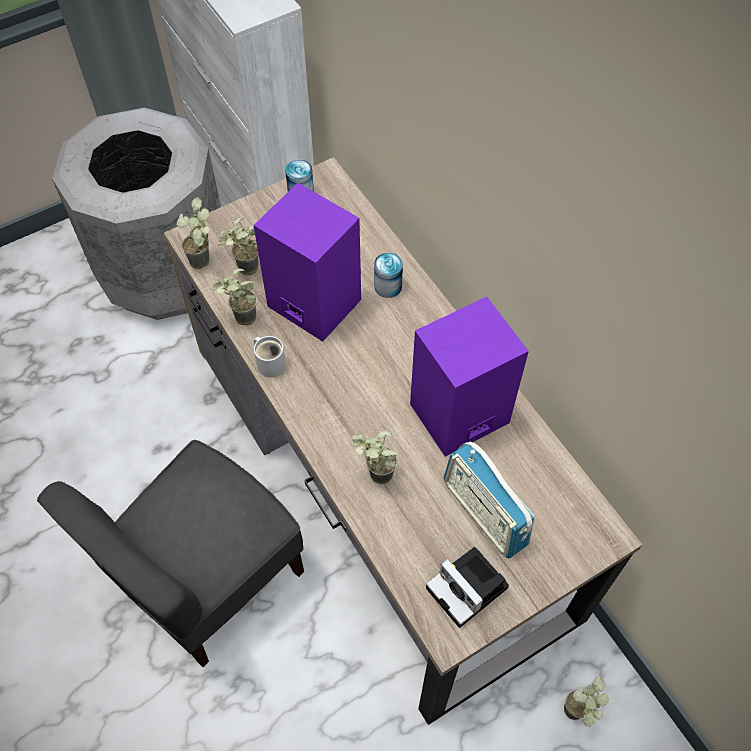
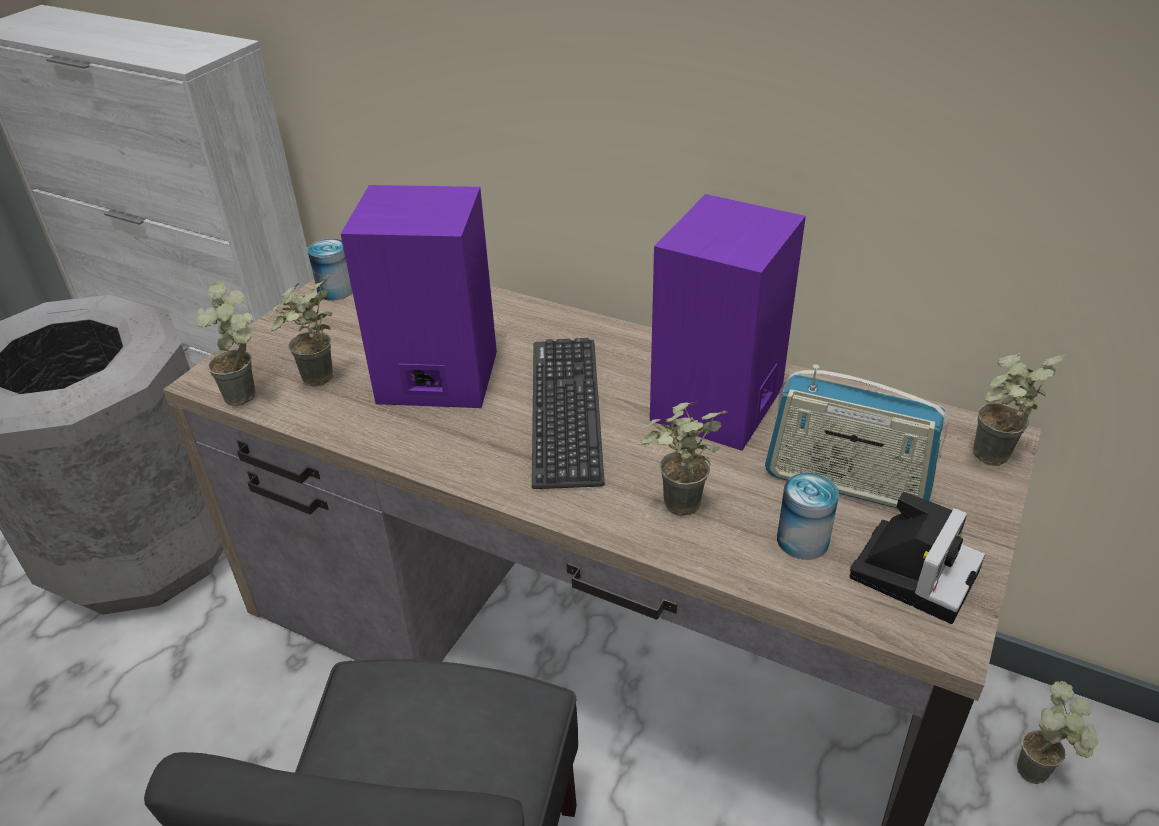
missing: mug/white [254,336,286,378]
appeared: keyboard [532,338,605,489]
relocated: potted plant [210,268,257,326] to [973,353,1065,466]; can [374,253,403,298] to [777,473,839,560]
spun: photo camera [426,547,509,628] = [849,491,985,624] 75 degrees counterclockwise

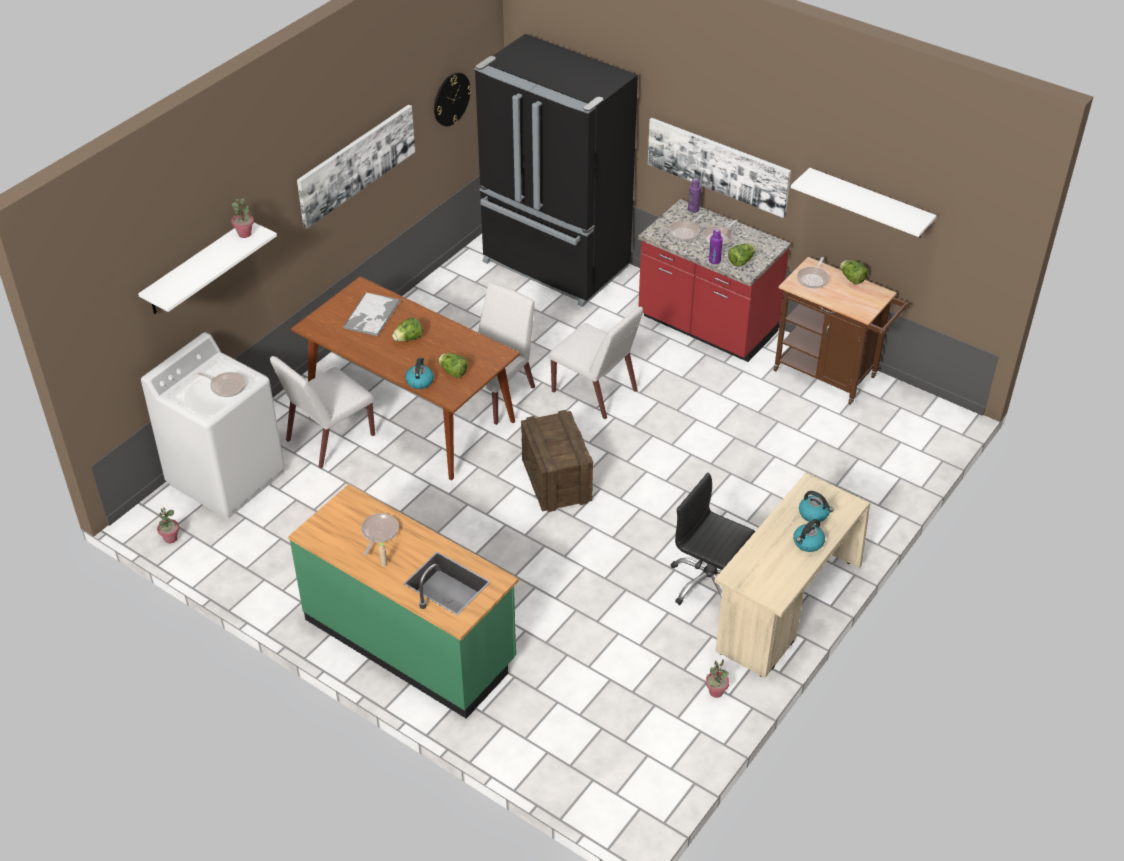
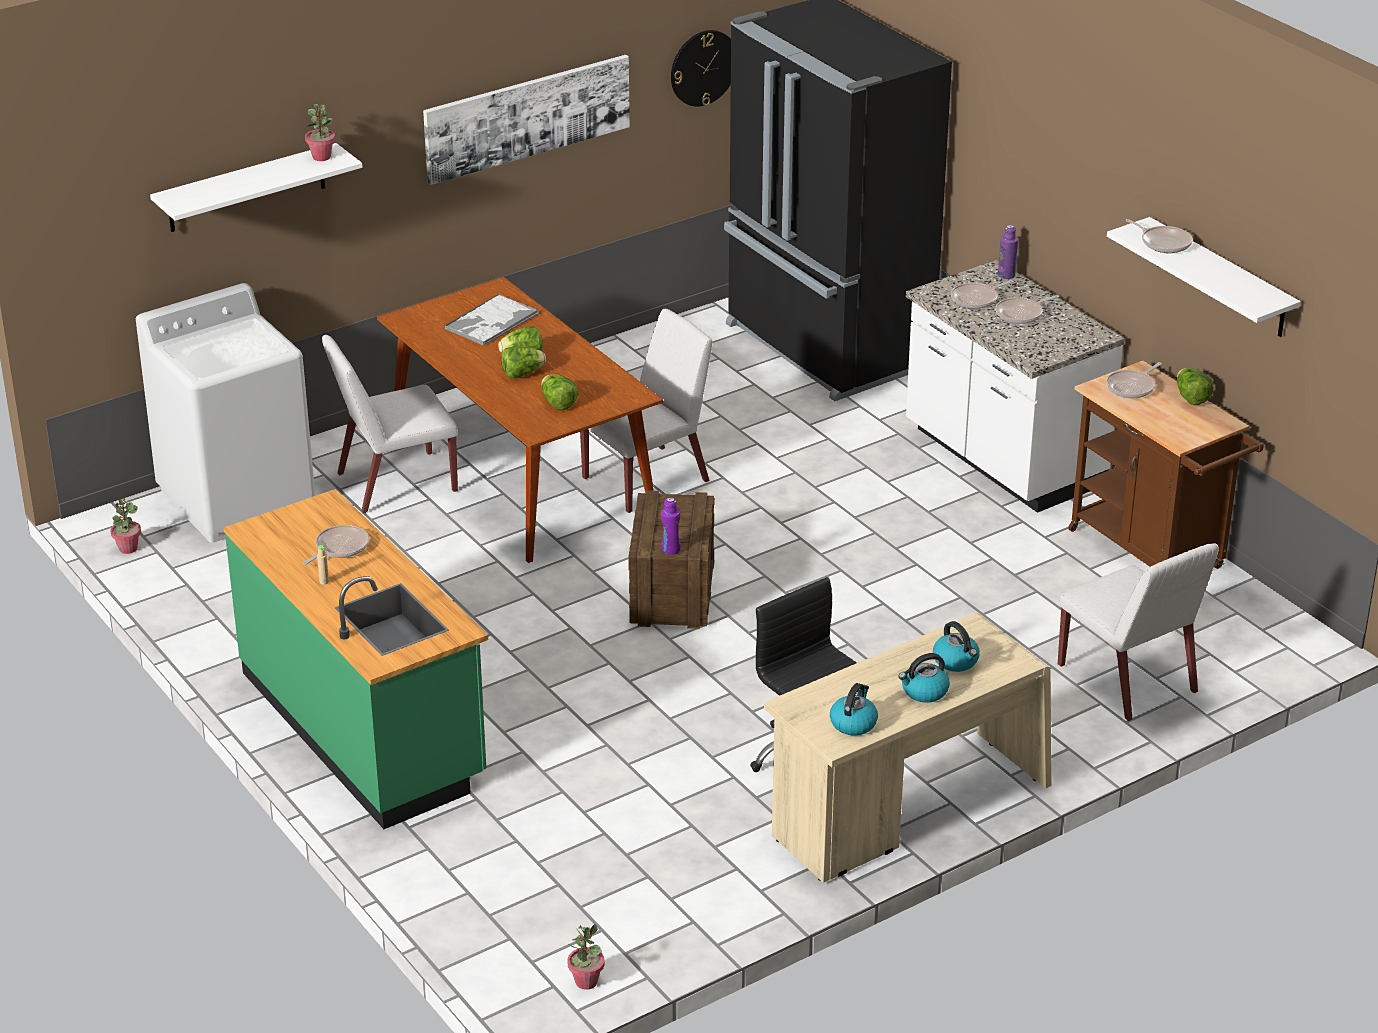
missing: picture [648,118,791,218]
relocated: frying pan [198,372,246,397] to [1126,219,1193,253]; kettle [405,358,434,389] to [830,683,878,735]; chair/white [549,307,643,419] to [1058,543,1219,721]; potted plant [705,659,729,698] to [567,924,605,990]; bottle/purple [709,229,723,264] to [661,497,681,555]; lettuce [728,243,755,267] to [501,346,546,378]
colour: counter/red [638,199,791,362] to counter/white [906,260,1124,513]

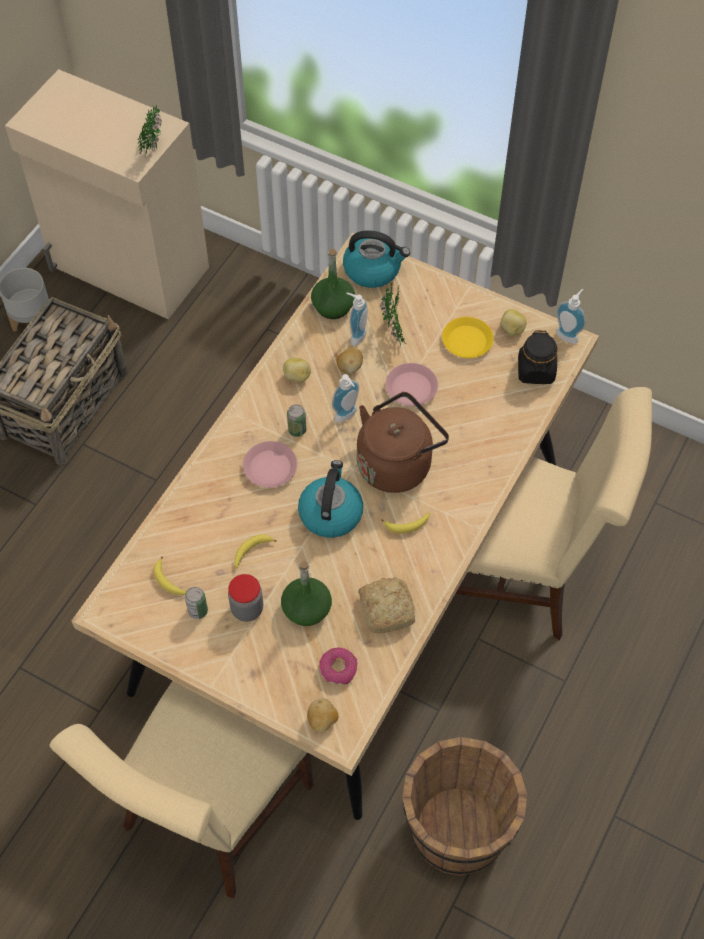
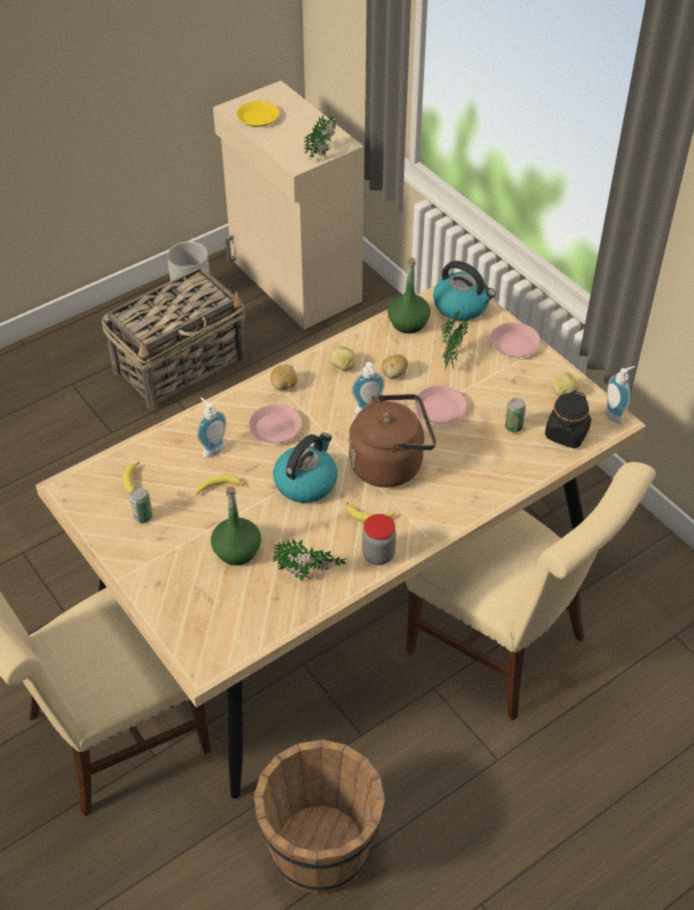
missing: donut [319,648,357,686]
appeared: plate/pink [490,322,541,357]
relocated: jar [228,574,263,622] to [362,514,396,565]; can [287,404,306,437] to [505,398,526,432]; potato [307,698,339,732] to [271,365,297,390]; soap dispenser [346,293,368,346] to [197,397,226,458]; plate/yellow [442,317,494,358] to [237,101,279,127]
exchanged: bread [358,577,415,633] to potted plant [273,538,347,581]

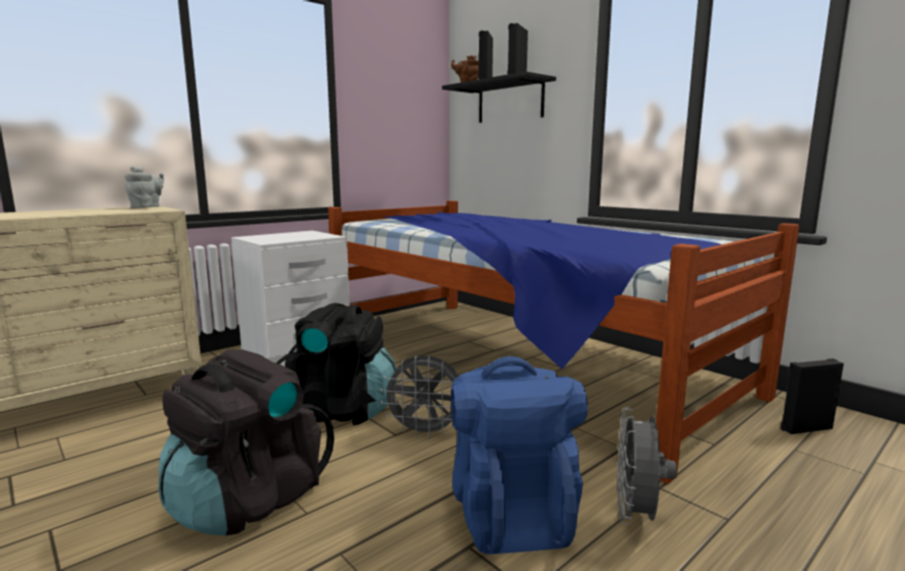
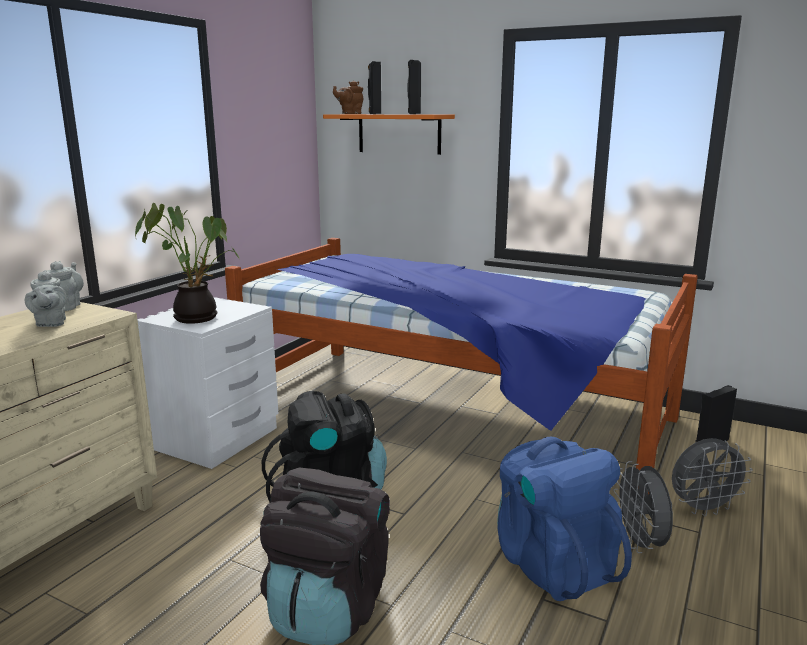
appeared: teapot/grey [25,270,66,327]; potted plant [135,203,240,324]
relocated: fan/grey [381,355,459,438] to [672,438,753,516]
colour: shelf/black [442,71,556,123] to shelf/orange [323,114,455,155]

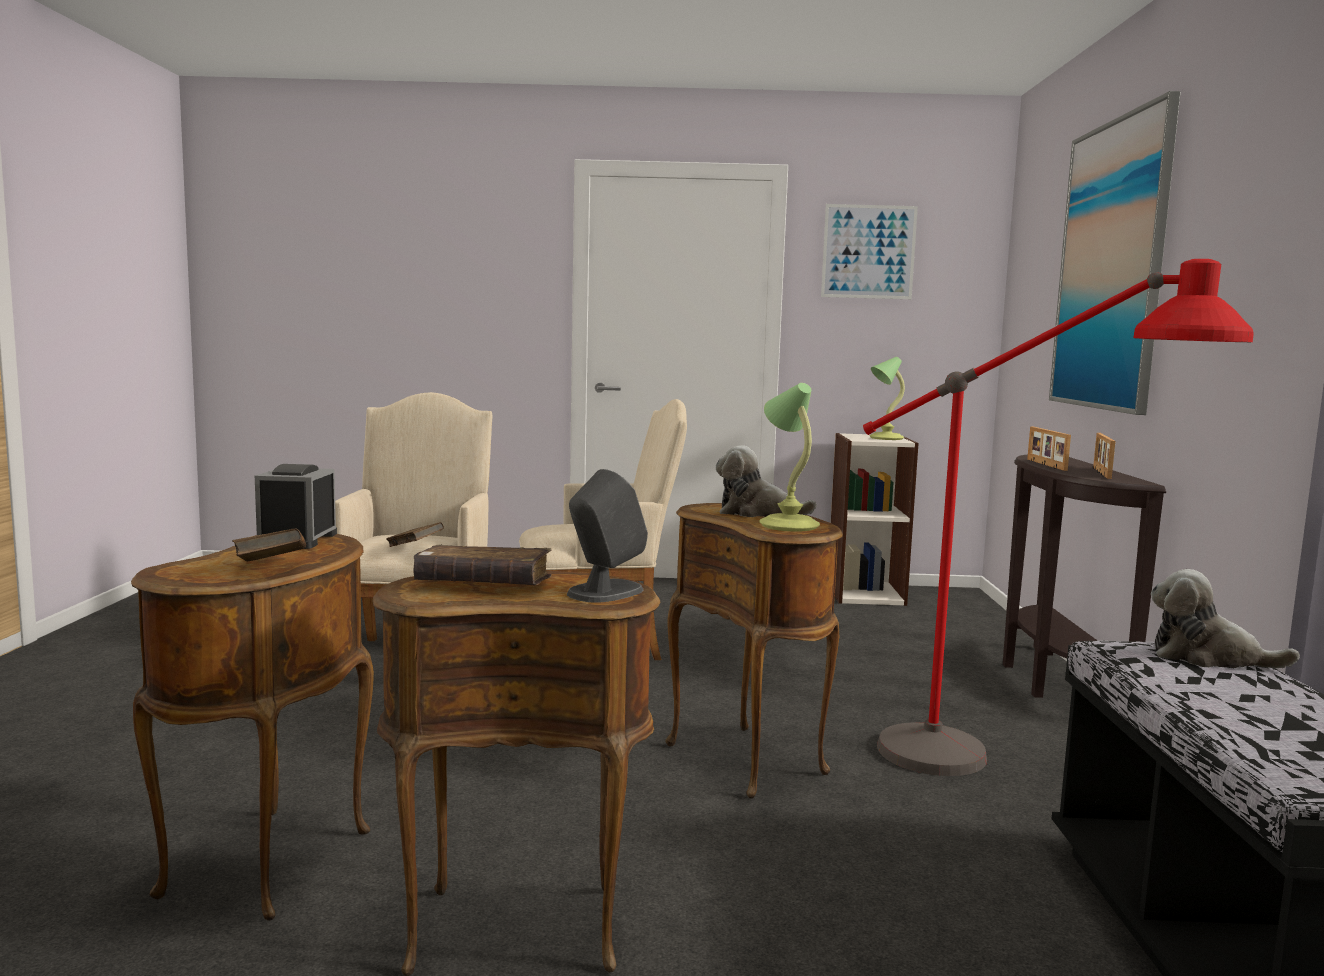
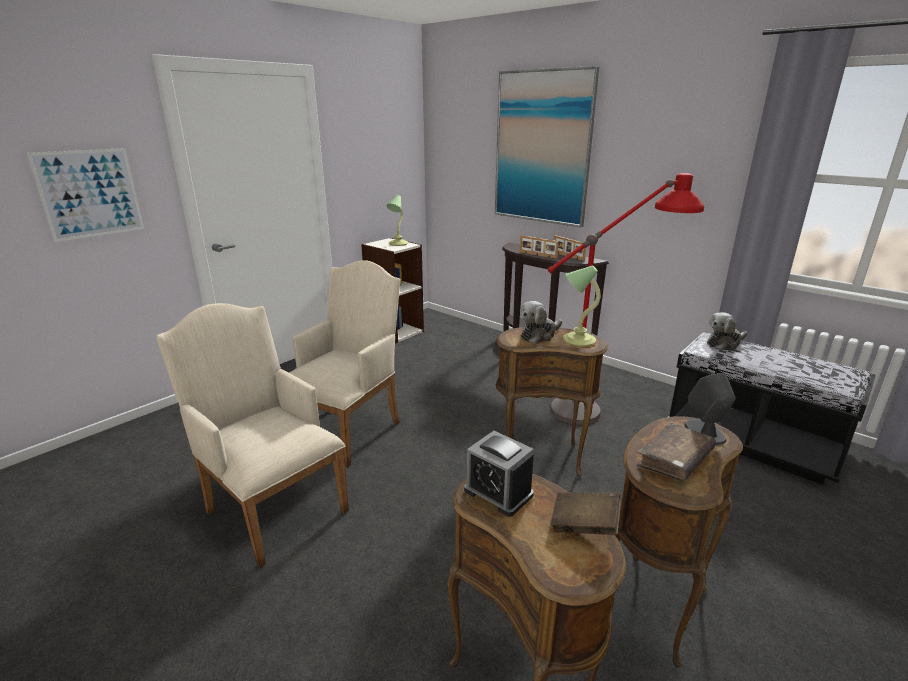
missing: book/brown [386,522,444,547]
relocated: picture [821,204,918,299] to [27,148,144,242]

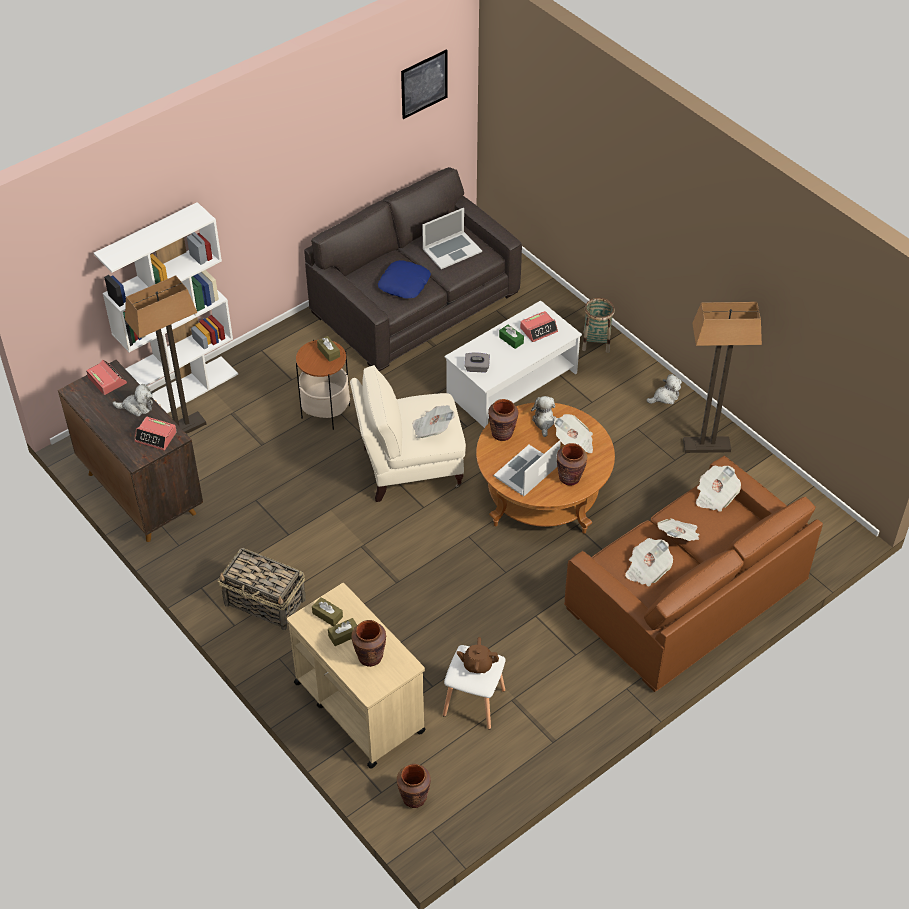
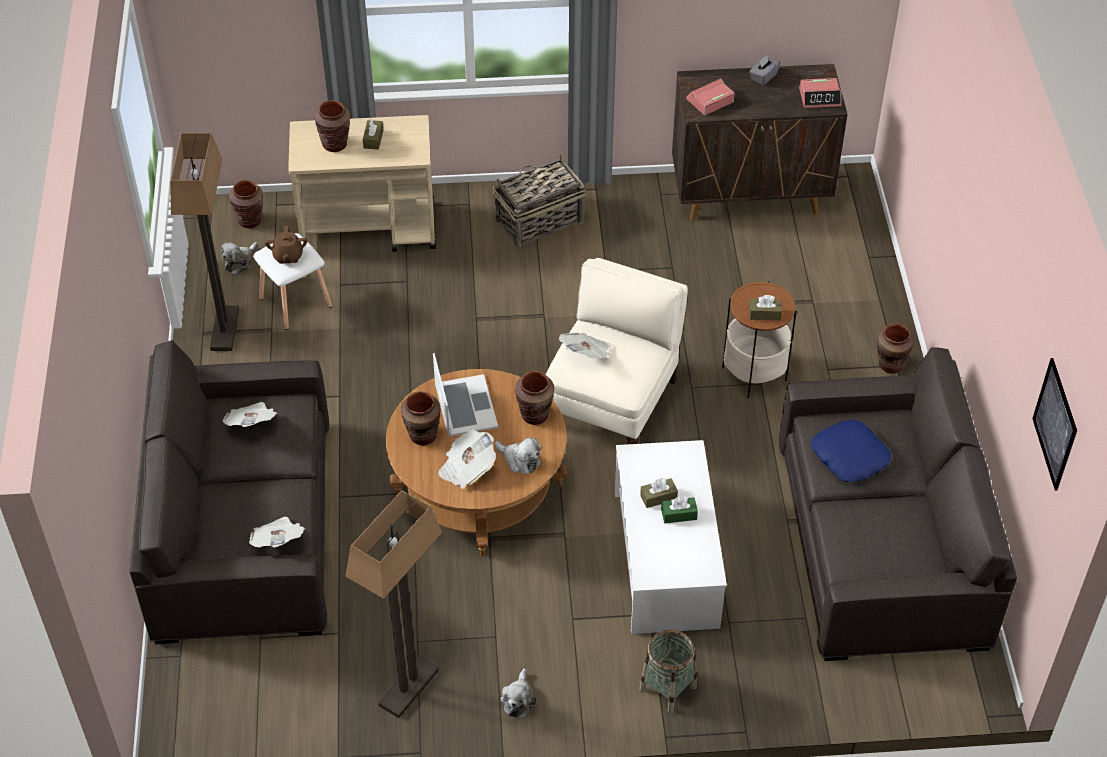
missing: bookcase/white [94,202,238,413]; laptop [422,208,482,269]; alarm clock [520,311,558,342]; newspaper [657,518,700,541]
appeared: vase/brown [877,323,914,374]
relocated: plush toy [112,384,153,417] to [221,242,258,275]; floor lamp [125,275,206,434] to [170,133,239,351]; tissue box/brown [312,597,343,626] to [640,478,678,508]; tissue box/grey [465,353,490,372] to [749,55,781,85]
colour: sofa/brown [564,456,823,692] to sofa/grey [130,340,329,644]
spun: teapot/brown [457,637,499,673] = [265,226,308,264] 135 degrees clockwise

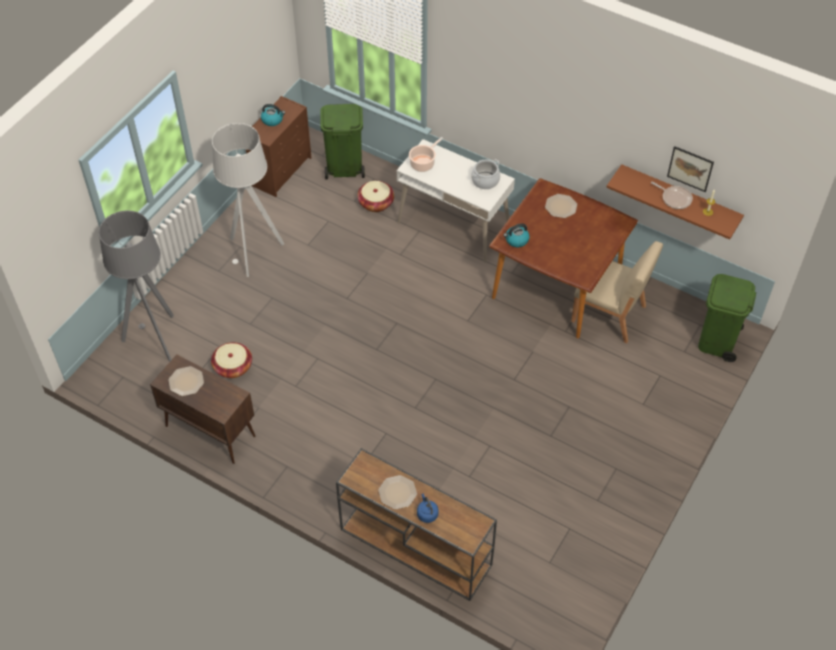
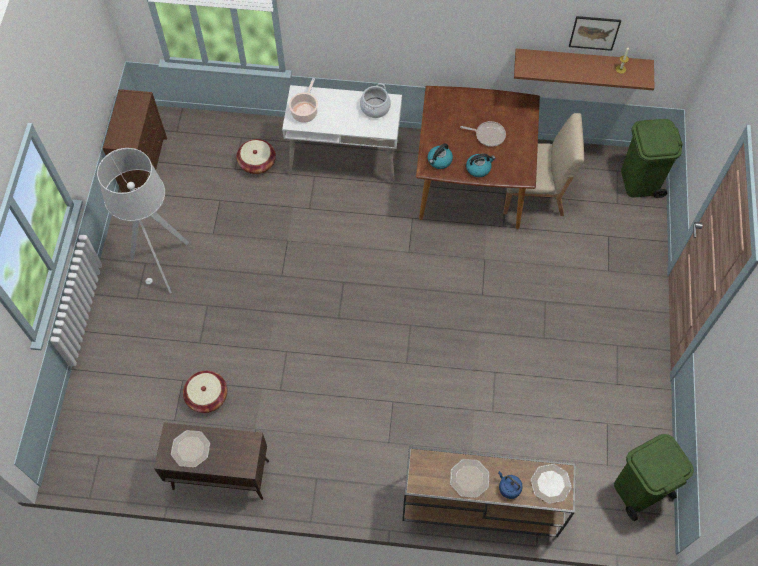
missing: floor lamp/grey [99,211,174,361]
relocated: kettle [261,104,285,126] to [466,154,495,177]; trash can/green [320,104,365,179] to [614,434,694,521]; plate [545,194,577,218] to [531,464,572,504]; frying pan [651,182,693,209] to [460,121,506,147]

